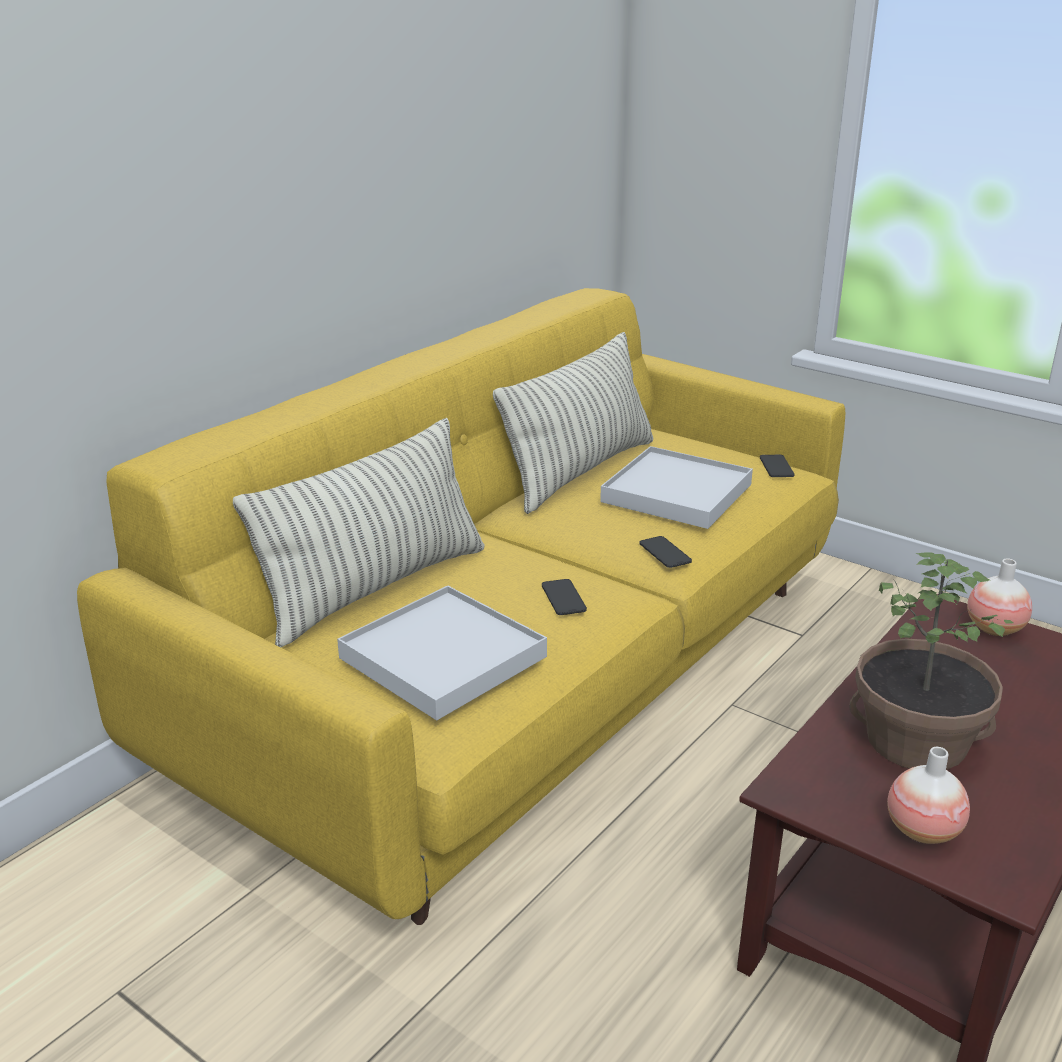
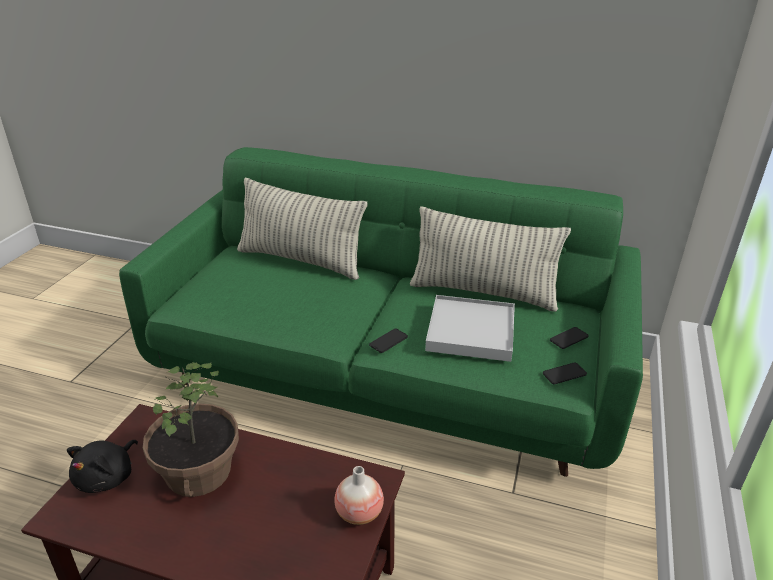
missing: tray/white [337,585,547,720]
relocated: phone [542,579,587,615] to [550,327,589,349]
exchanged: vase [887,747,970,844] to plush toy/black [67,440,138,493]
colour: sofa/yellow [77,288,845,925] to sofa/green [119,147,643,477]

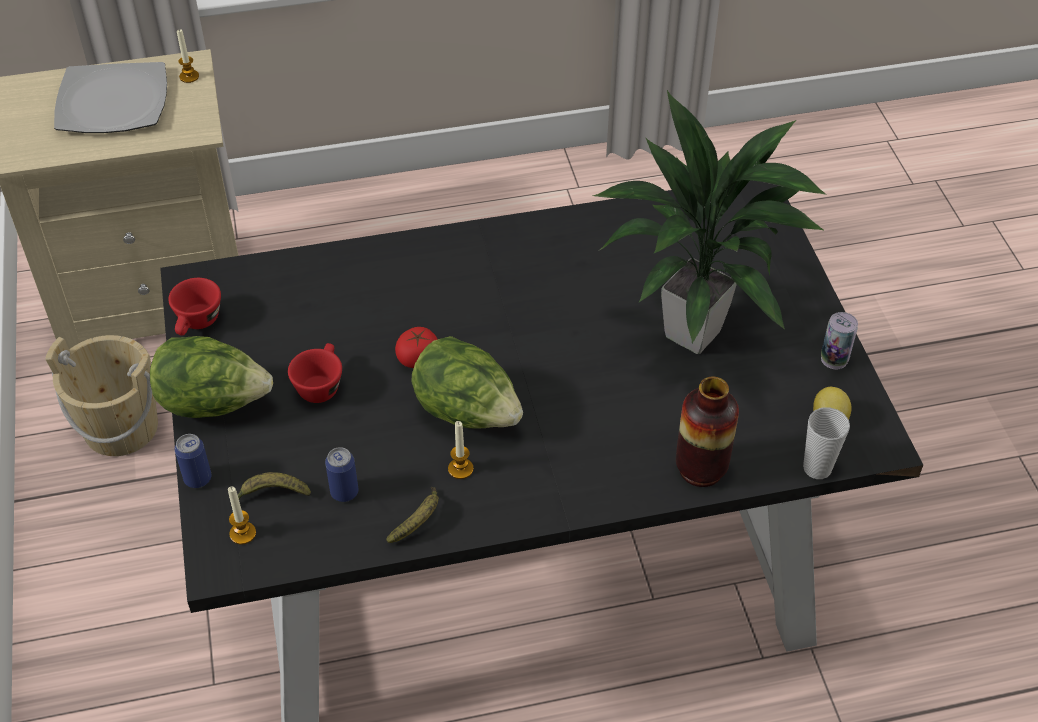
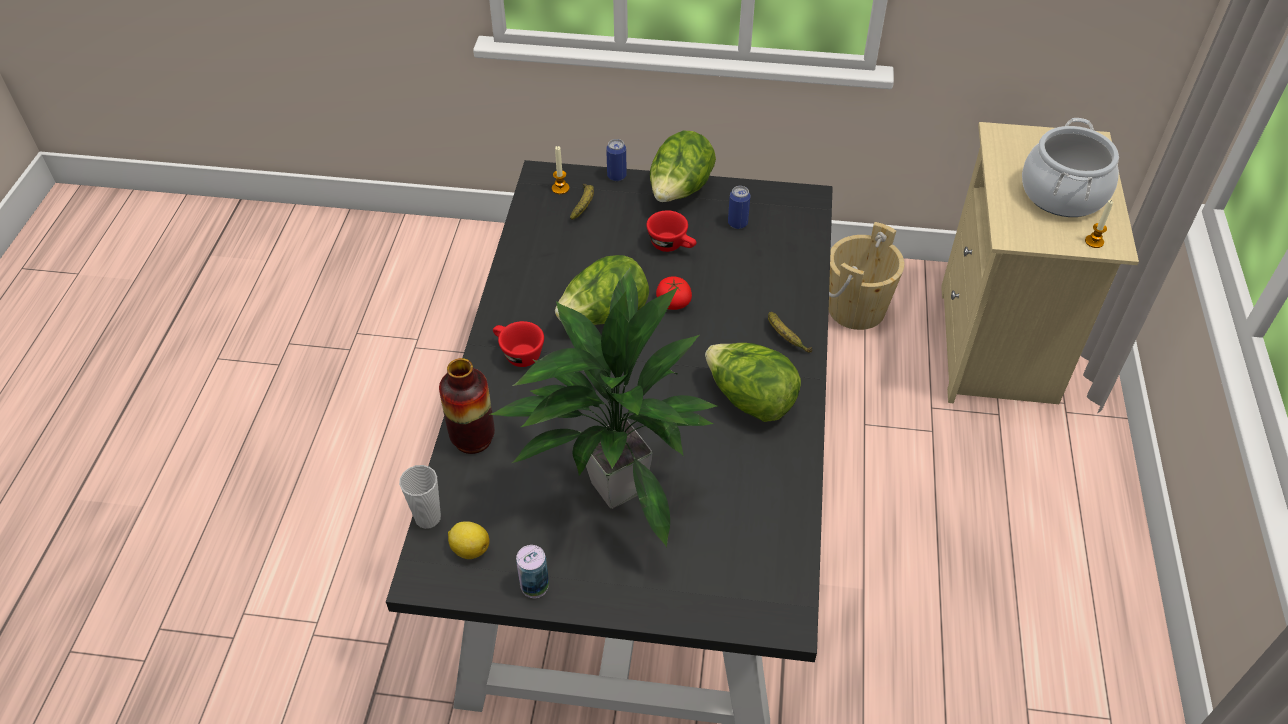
missing: candle [448,421,473,479]
appeared: lettuce [705,343,801,422]
relocated: cup/red [169,278,221,336] to [493,321,544,367]; can [325,447,358,502] to [728,186,750,229]; banana [386,487,439,543] to [768,312,813,353]
exchanged: plate [54,62,167,133] to cooking pot [1022,118,1119,217]

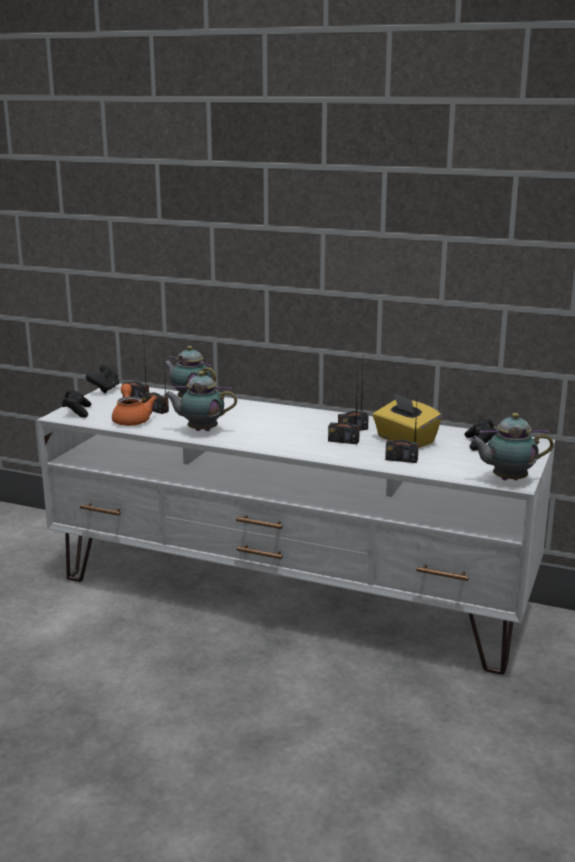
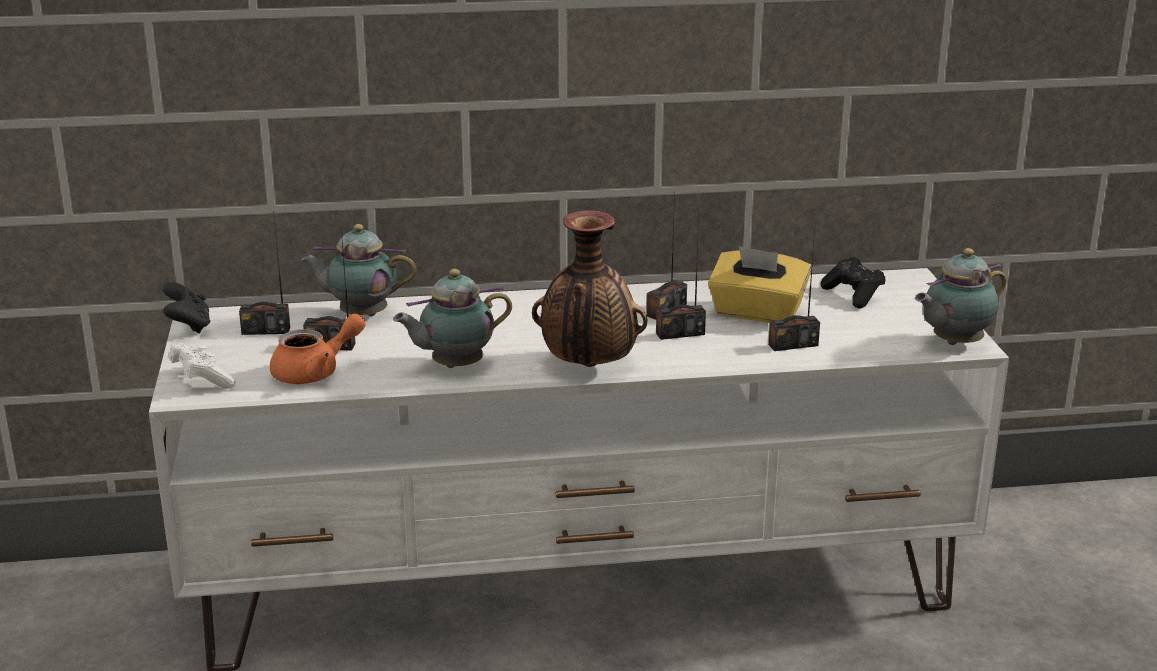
appeared: vase [532,210,647,367]
colour: game controller/black [62,390,91,418] to game controller/white [168,343,235,389]
spun: teapot/orange [112,383,157,426] = [270,314,365,384] 105 degrees clockwise

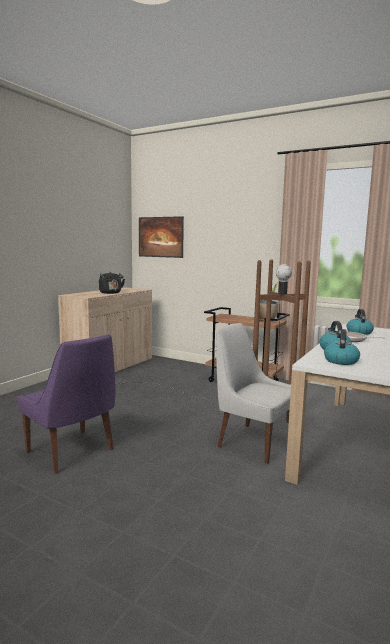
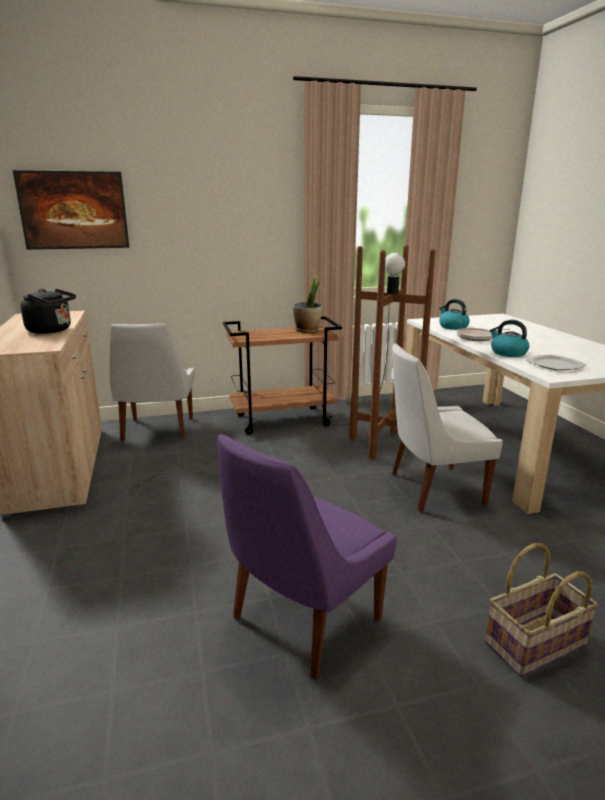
appeared: chair/white [110,323,194,441]; basket [485,543,598,677]
exchanged: kettle [324,329,360,365] to plate [525,355,587,371]
spun: chair/purple [17,334,115,474] = [217,434,397,680] 135 degrees clockwise

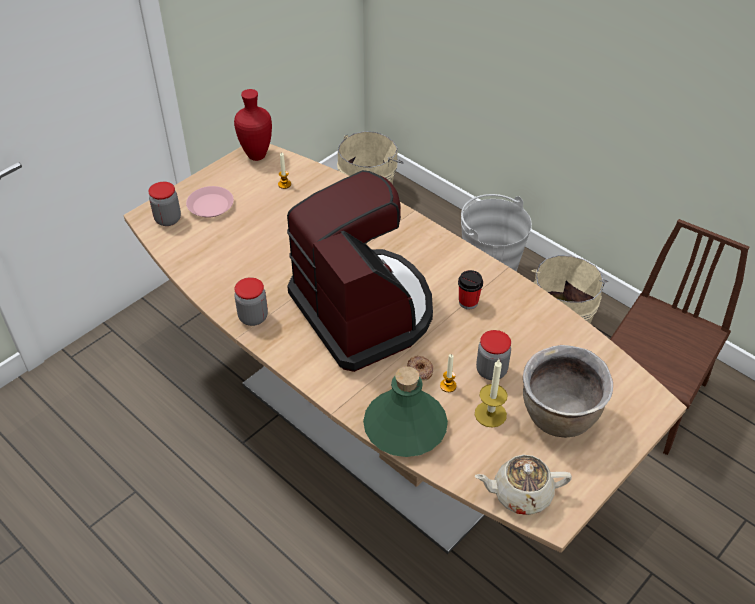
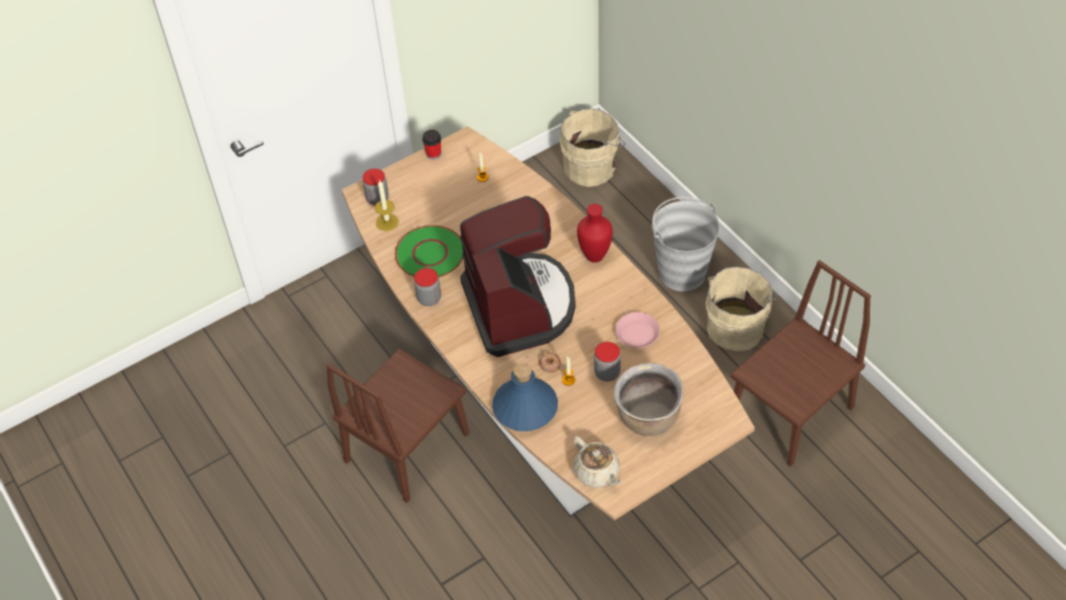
appeared: chair/brown [326,348,469,503]; plate/green [395,225,463,278]
relocated: plate/pink [186,186,234,218] to [615,312,660,348]; vase/red [234,89,272,161] to [577,204,613,263]; cup [458,270,483,309] to [422,130,441,160]; candle [475,359,508,428] to [375,181,399,231]
colour: bottle/green [363,366,448,457] to bottle/blue [492,363,558,431]
spun: teapot/beige [474,455,572,515] = [573,436,622,487] 135 degrees counterclockwise

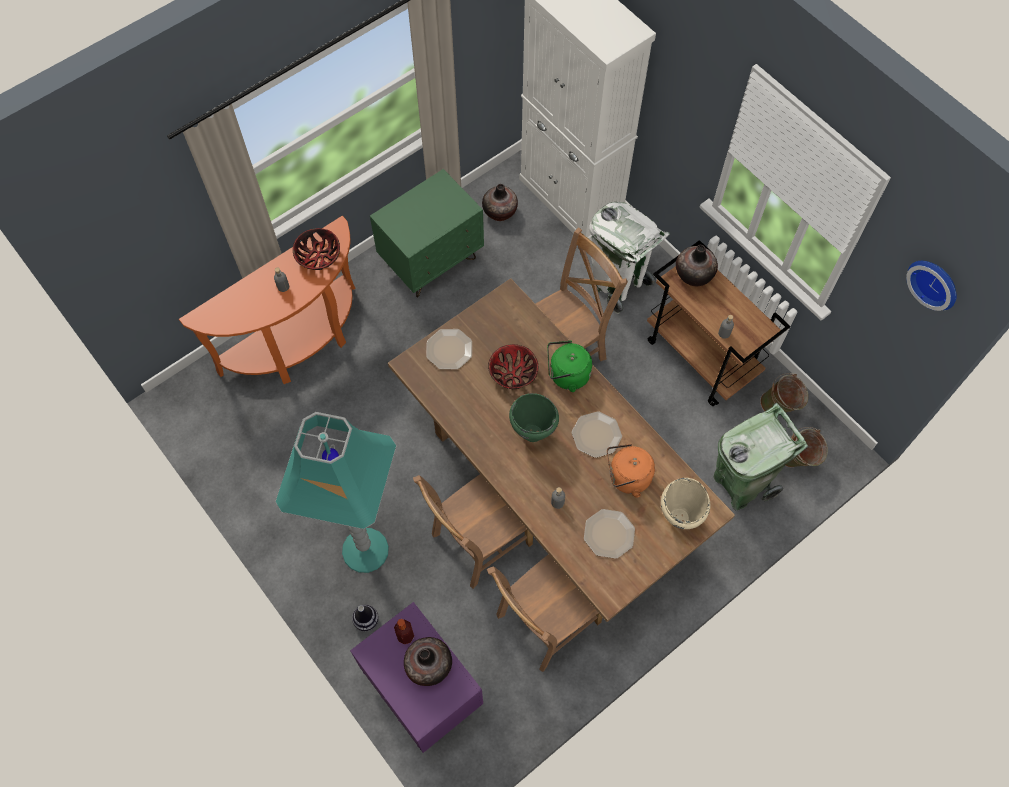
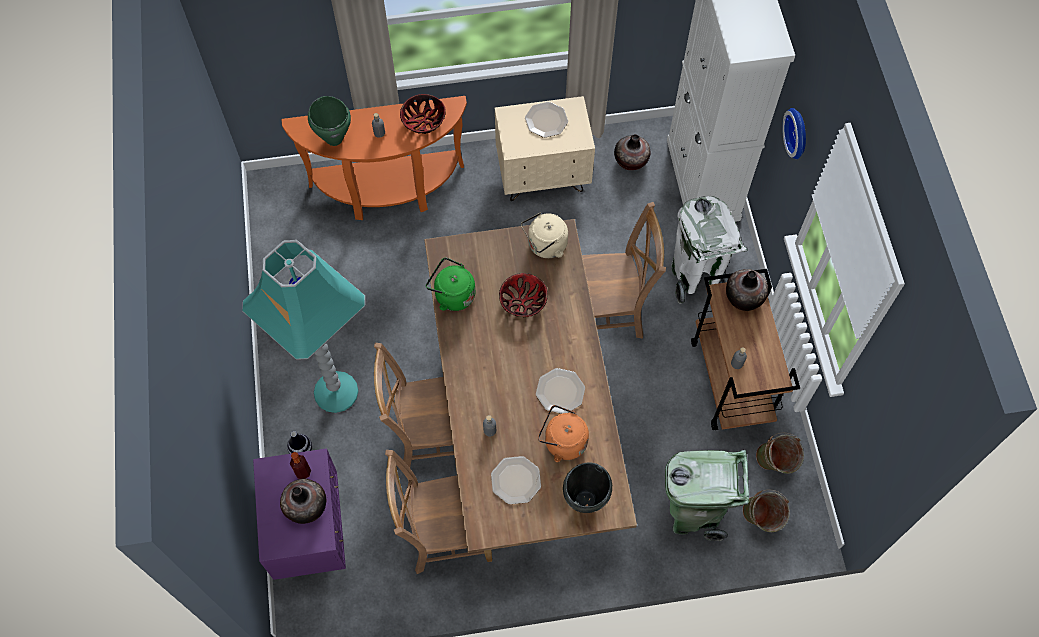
appeared: kettle/beige [521,212,568,258]
relocated: plate [426,329,472,370] to [525,102,568,138]; cooking pot/green [509,393,559,442] to [308,96,351,146]; kettle/green [547,341,592,392] to [426,257,475,311]; wall clock [906,261,957,311] to [782,108,806,159]
colour: nightstand/green [370,169,484,298] to nightstand/beige [495,96,595,201]; cooking pot/beige [661,478,710,529] to cooking pot/black [563,462,612,513]

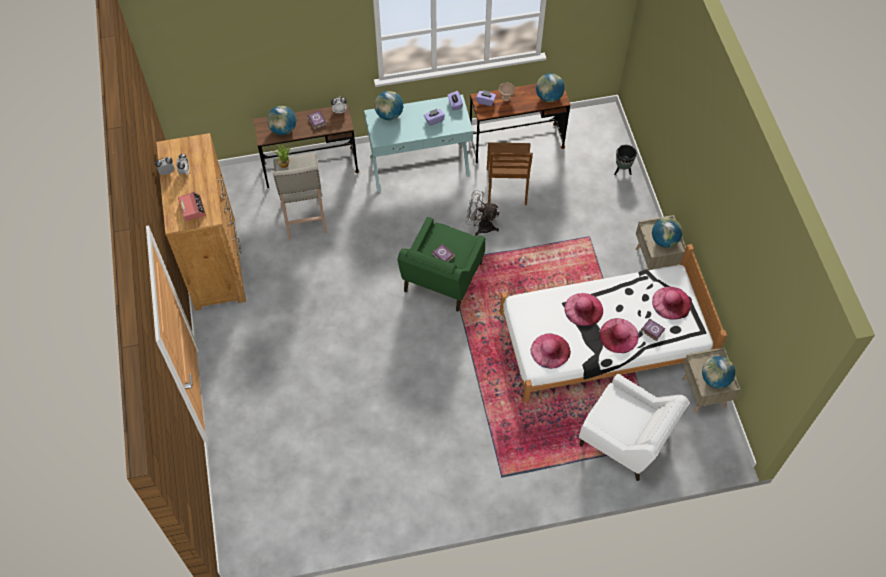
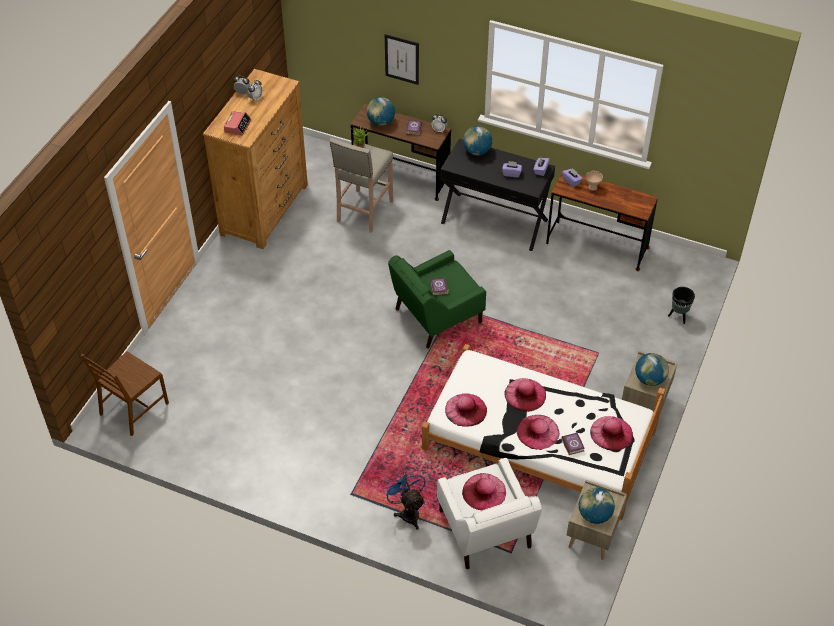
missing: fan/grey [466,190,499,236]; globe [536,73,565,102]
appeared: fan/blue [383,469,425,530]; picture [385,34,419,85]; hat/pink [462,473,506,510]
relocated: chair/brown [487,142,533,205] to [81,351,169,436]
colour: console table/turquoise [364,94,473,192] to console table/black [440,139,555,251]

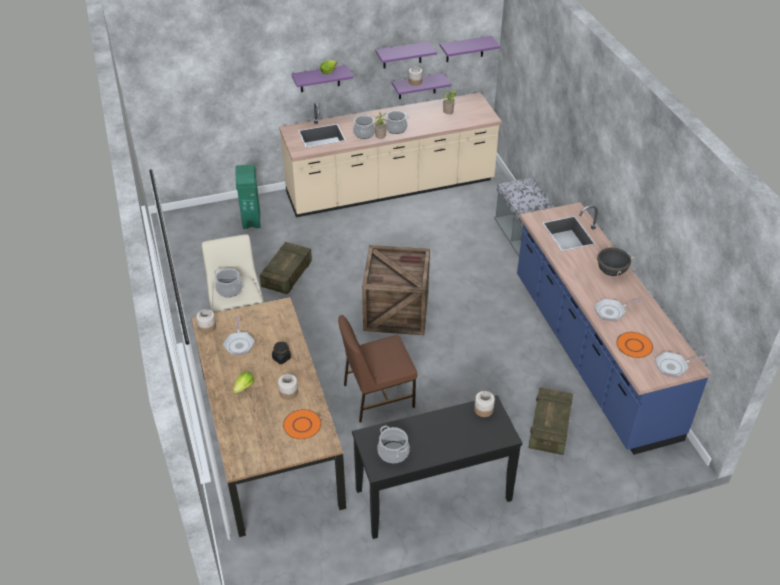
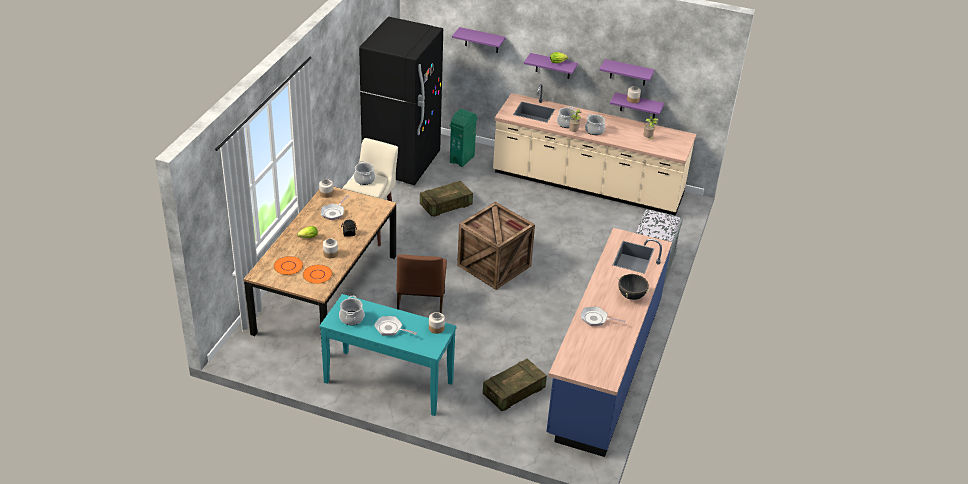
appeared: fridge/black [359,17,443,185]
relocated: shelf/purple [440,36,500,62] to [452,27,506,53]; plate/orange [616,332,653,358] to [274,256,303,275]; frying pan [655,352,708,378] to [374,316,417,336]
colour: console table/black [352,395,522,539] to console table/turquoise [319,294,457,416]
spun: chair/brown [338,315,417,423] = [396,254,447,313] 105 degrees counterclockwise

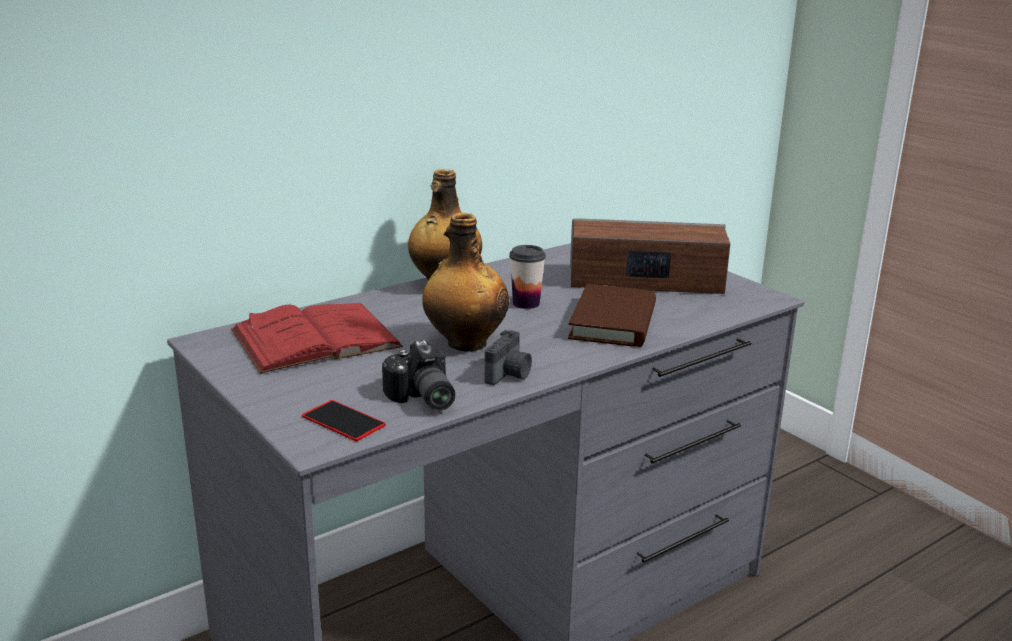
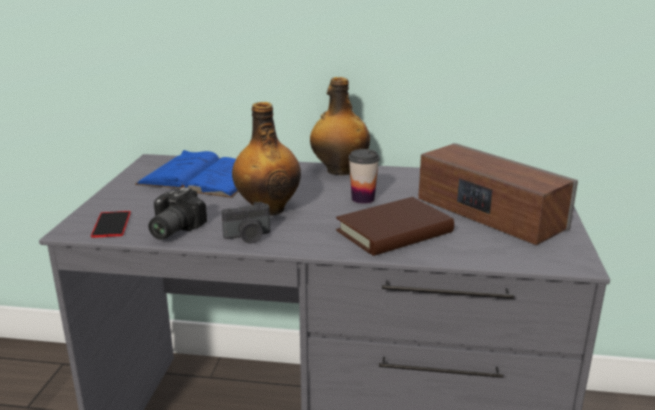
colour: book/red [231,303,403,374] to book/blue [135,150,239,198]

